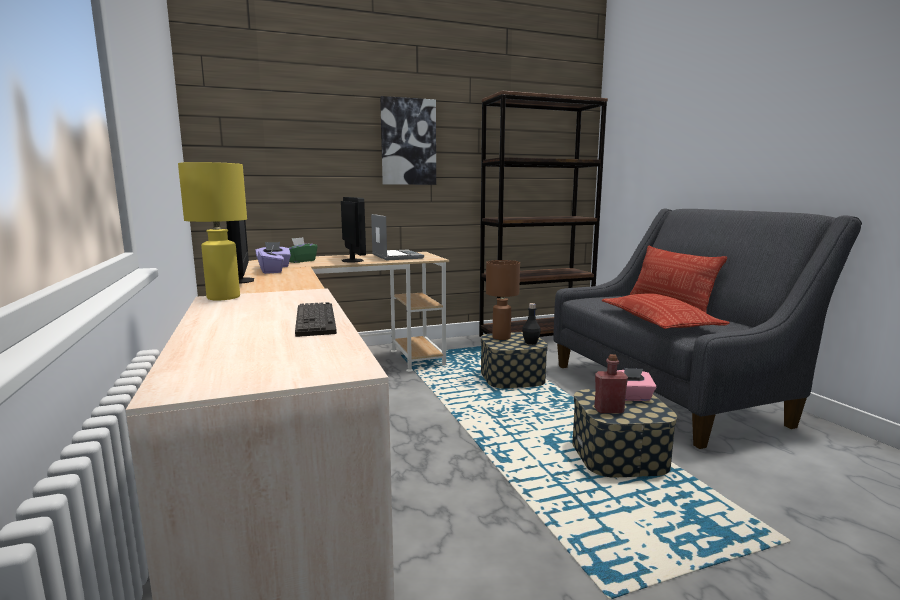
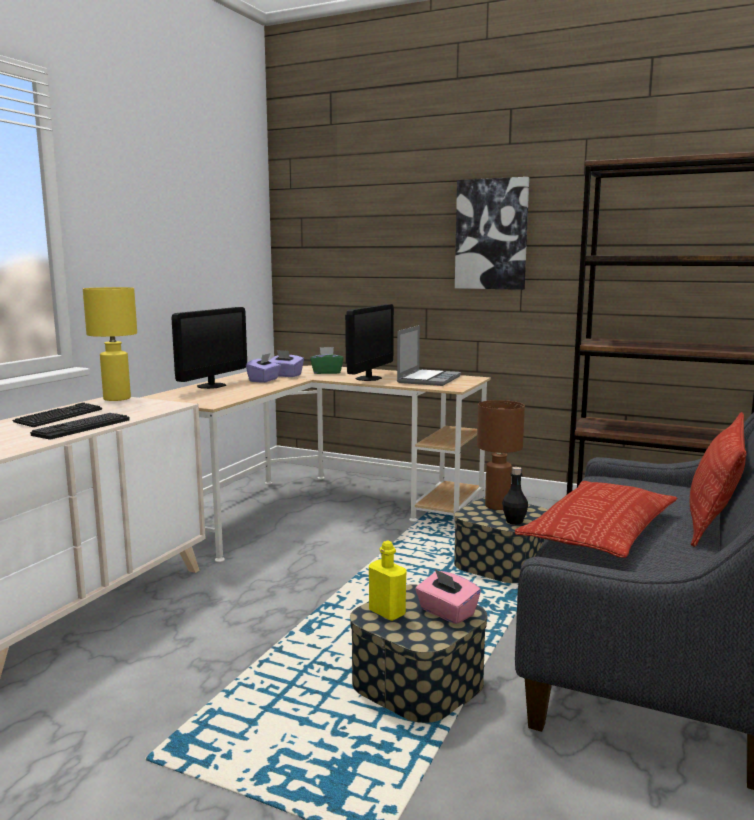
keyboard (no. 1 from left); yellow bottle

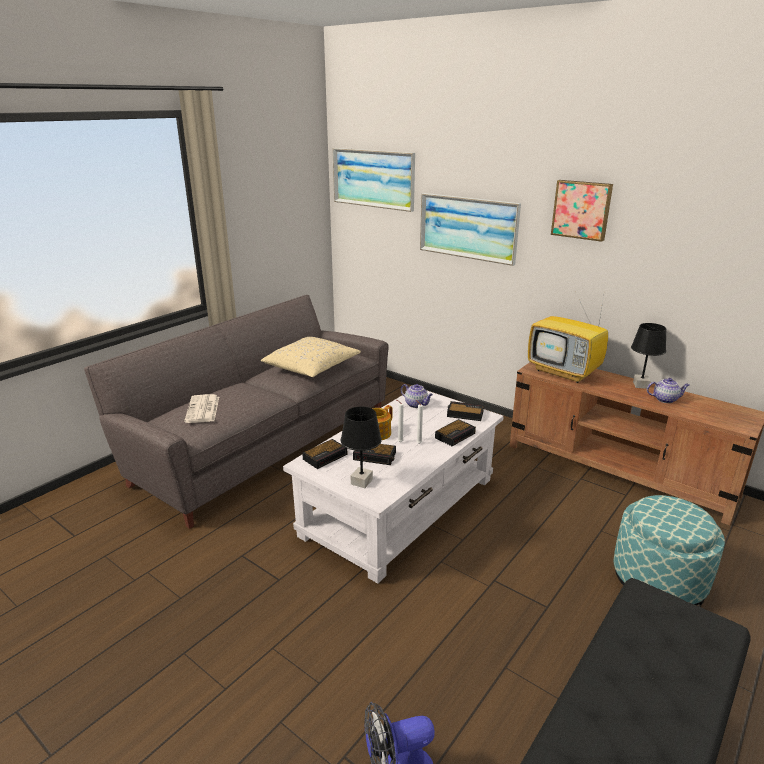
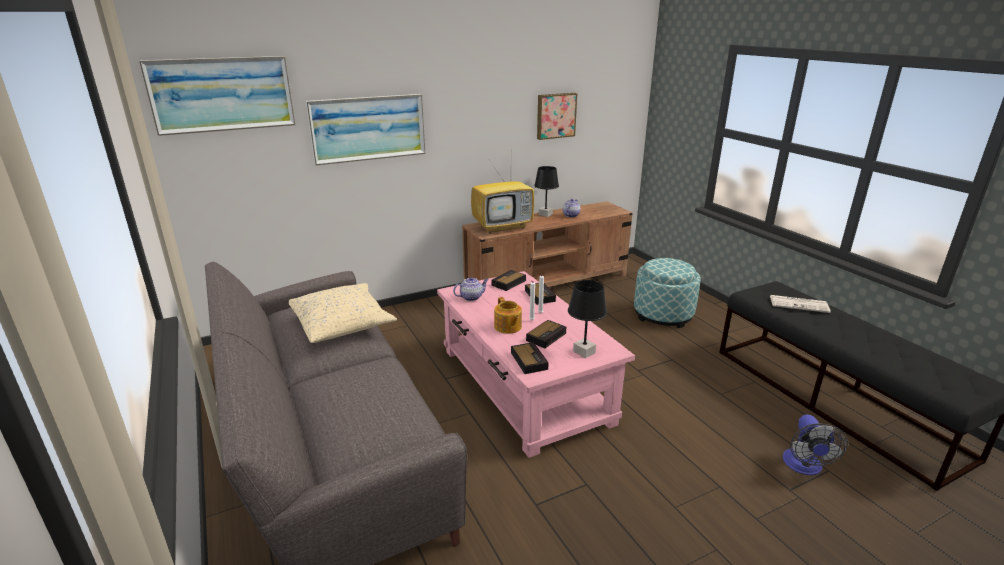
newspaper; picture (no. 3 from left); pink coffee table

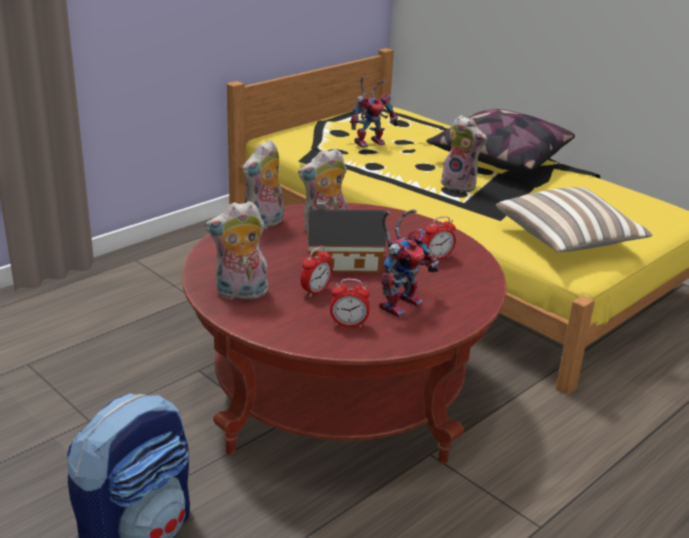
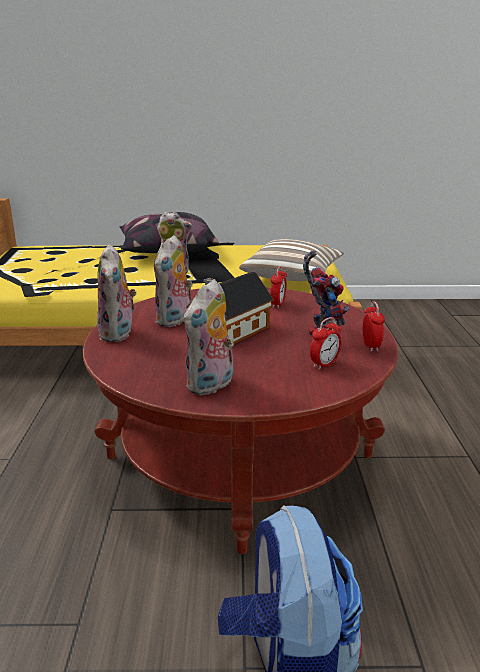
toy robot (no. 1 from left in the first image); alarm clock (no. 3 from left)

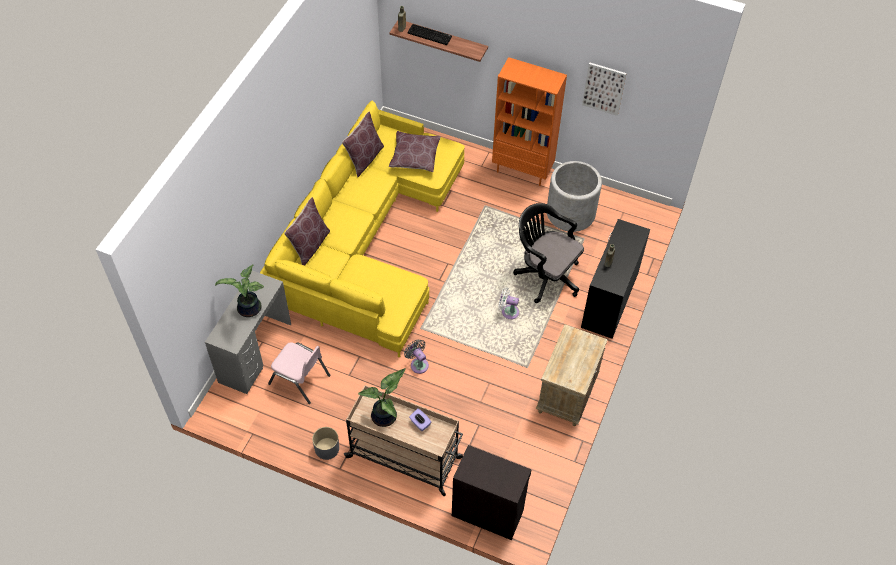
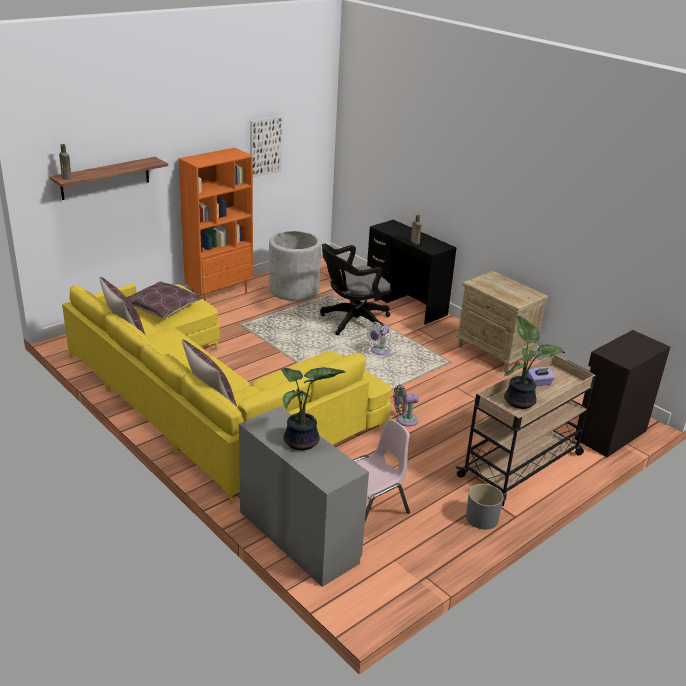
keyboard

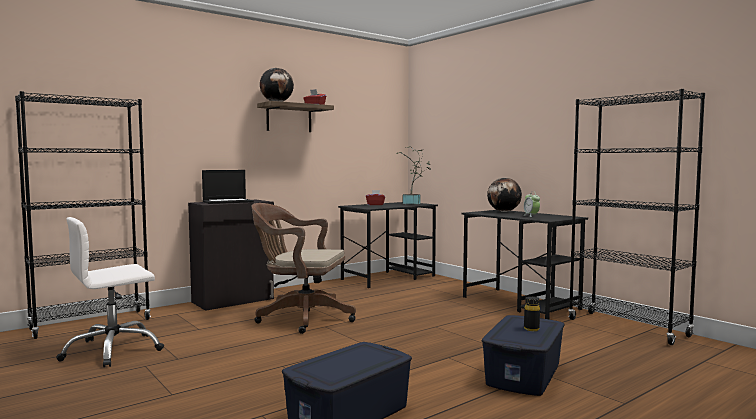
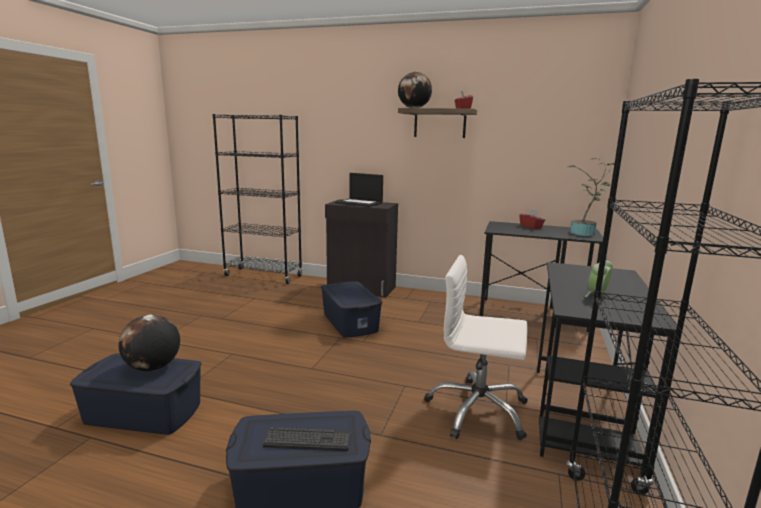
white office chair; globe (no. 1 from left); blue storage box (no. 3 from left); keyboard

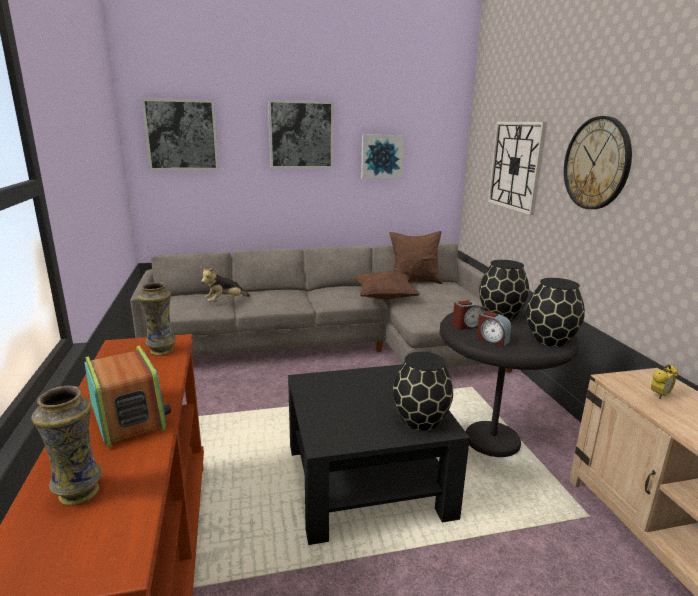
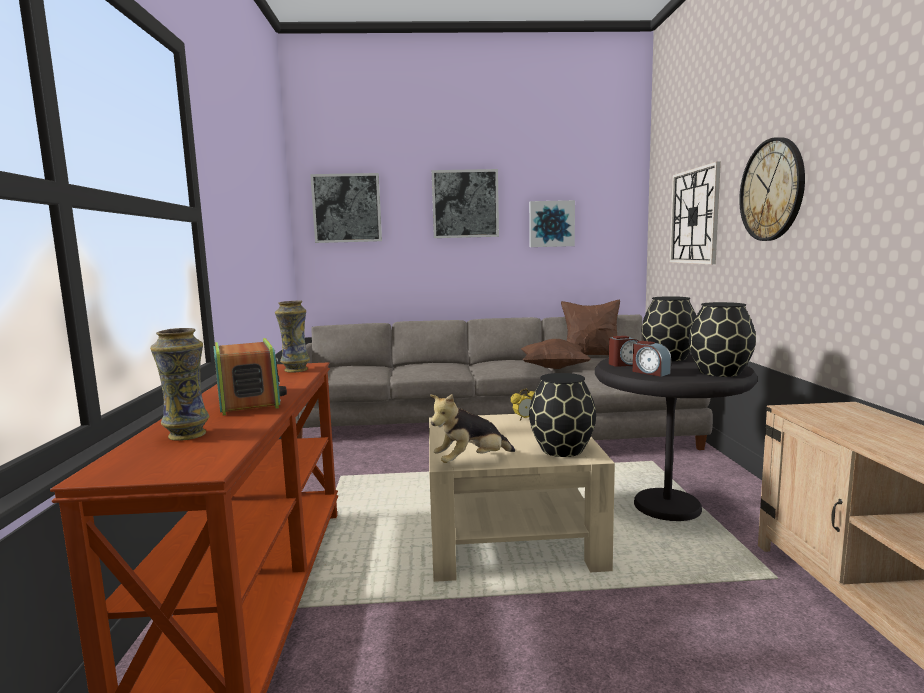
plush toy; alarm clock (no. 1 from left); beige coffee table

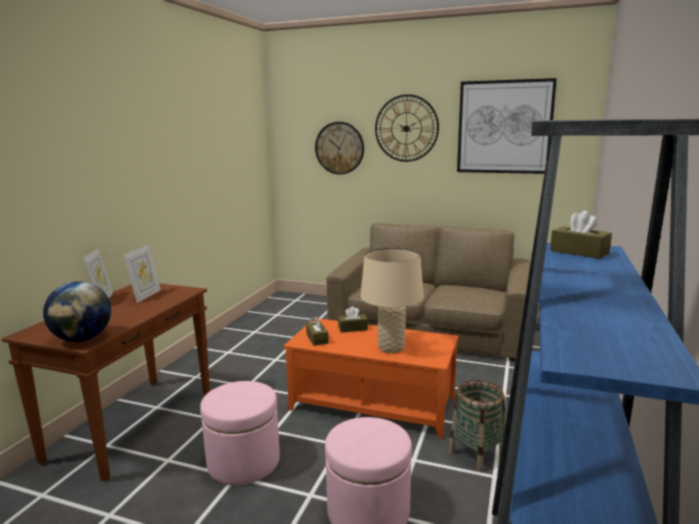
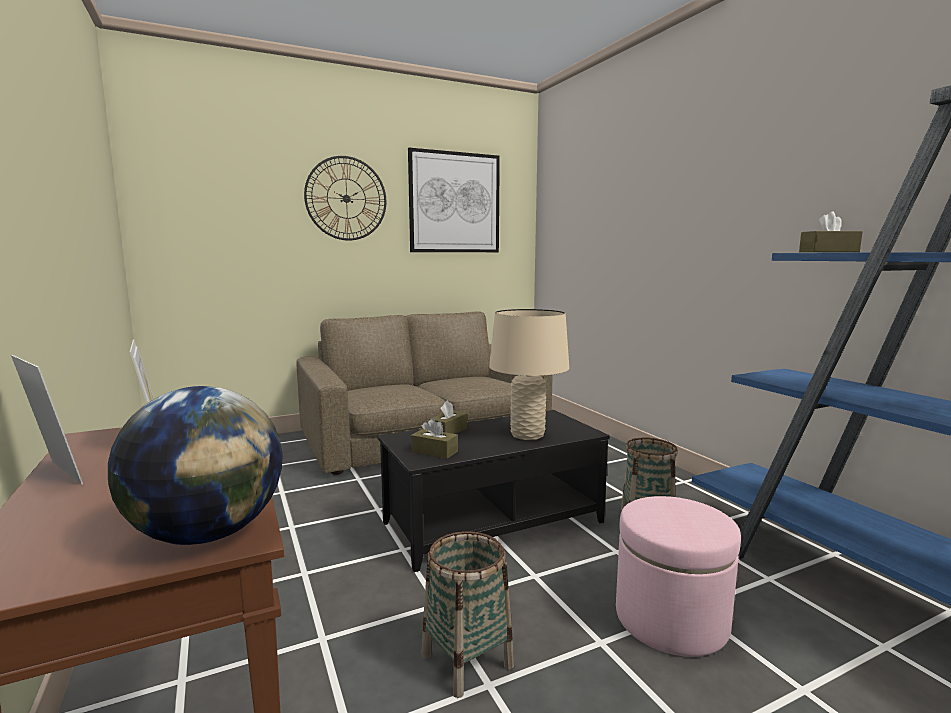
wall clock (no. 1 from left in the first image); basket (no. 1 from left); black coffee table

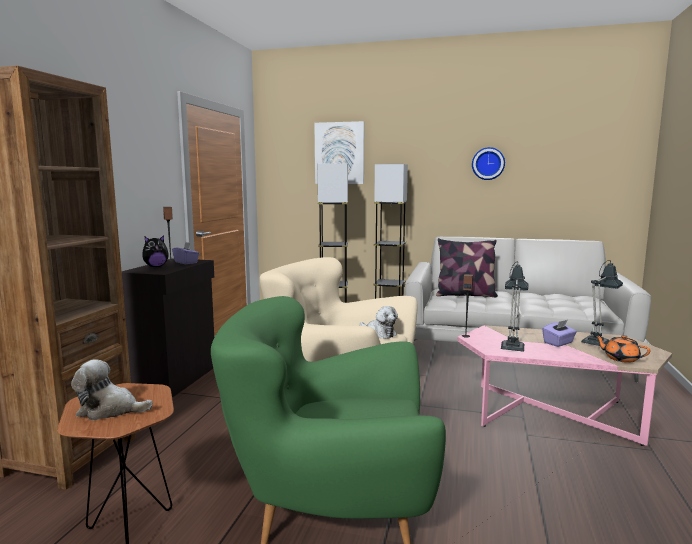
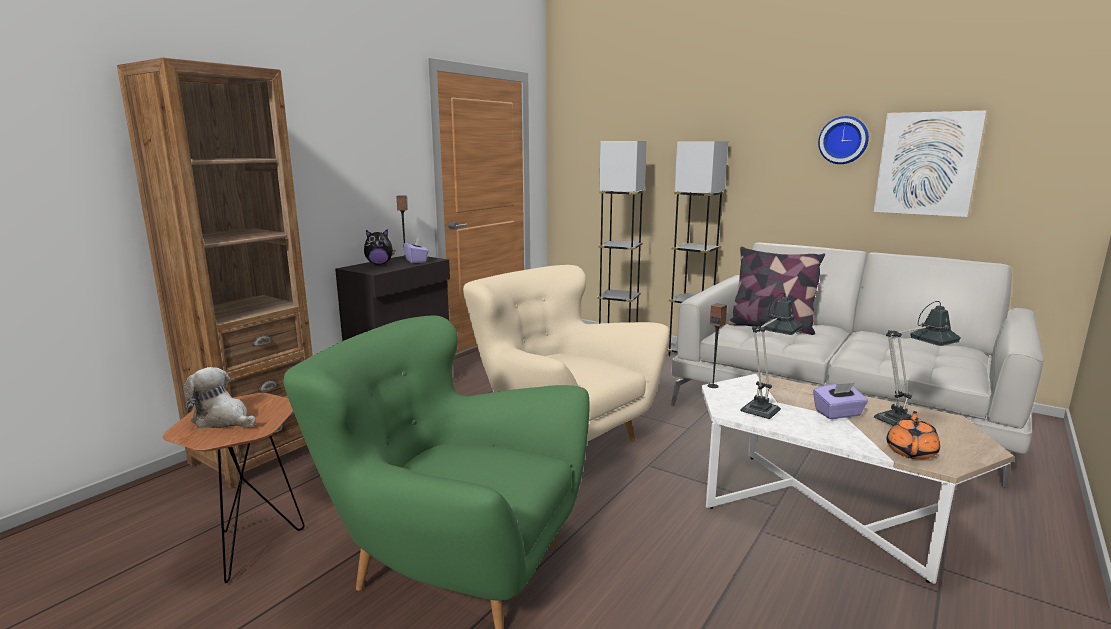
plush toy (no. 3 from left in the first image); picture; white coffee table; orange teapot

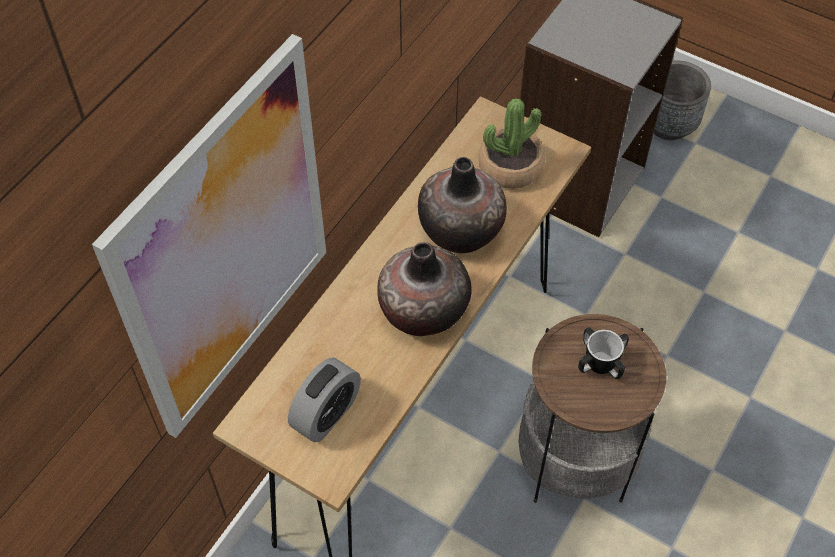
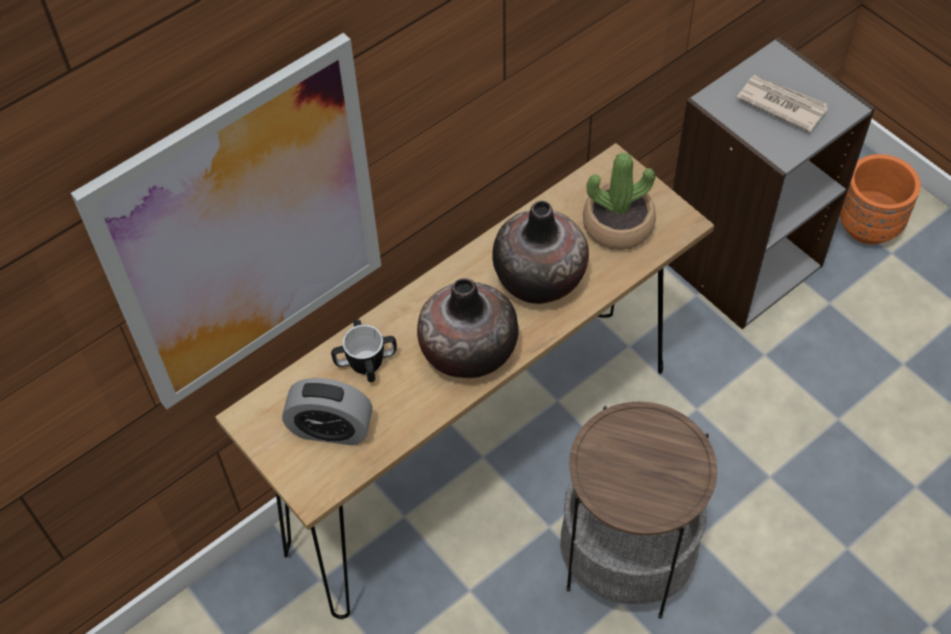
newspaper; mug; orange planter; alarm clock

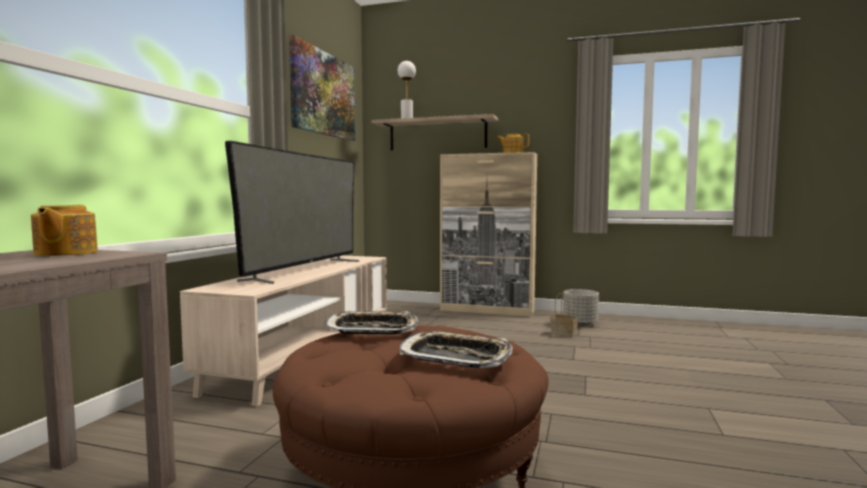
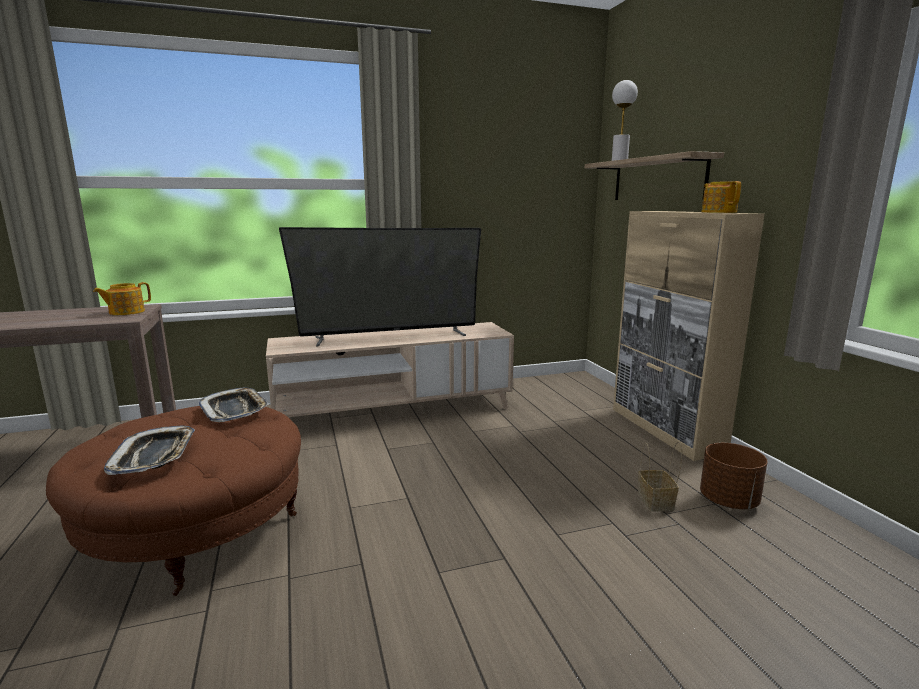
picture; brown planter

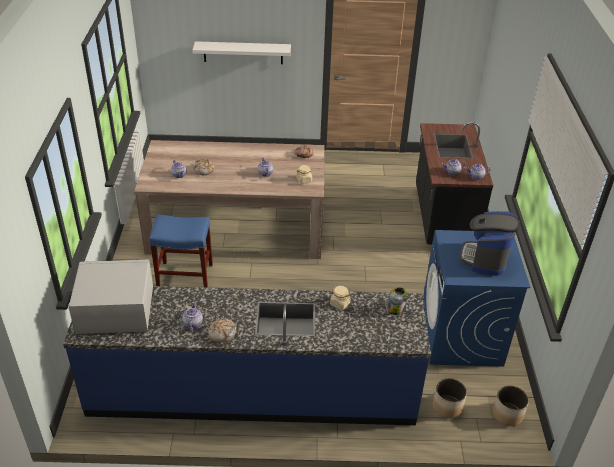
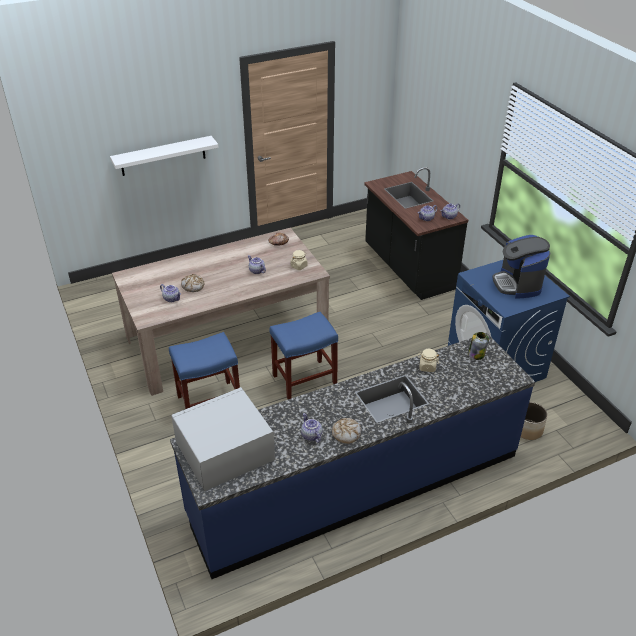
planter (no. 2 from left in the first image); blue stool (no. 2 from left)

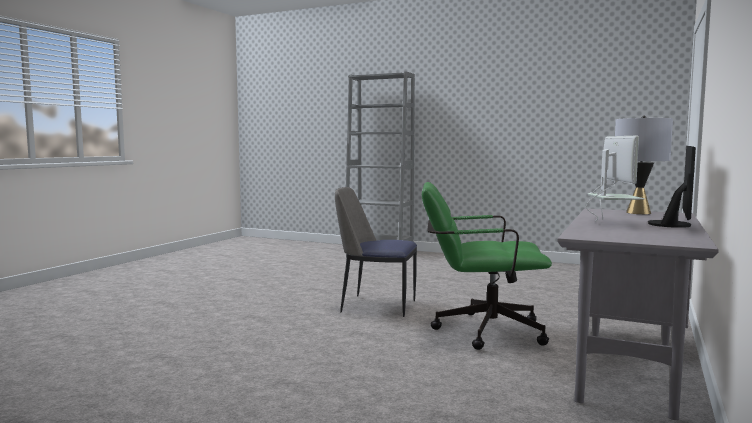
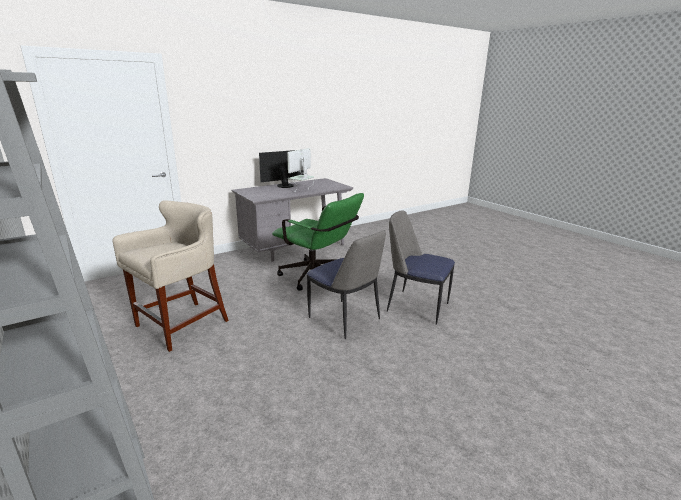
grey table lamp; beige stool; chair (no. 2 from left)

